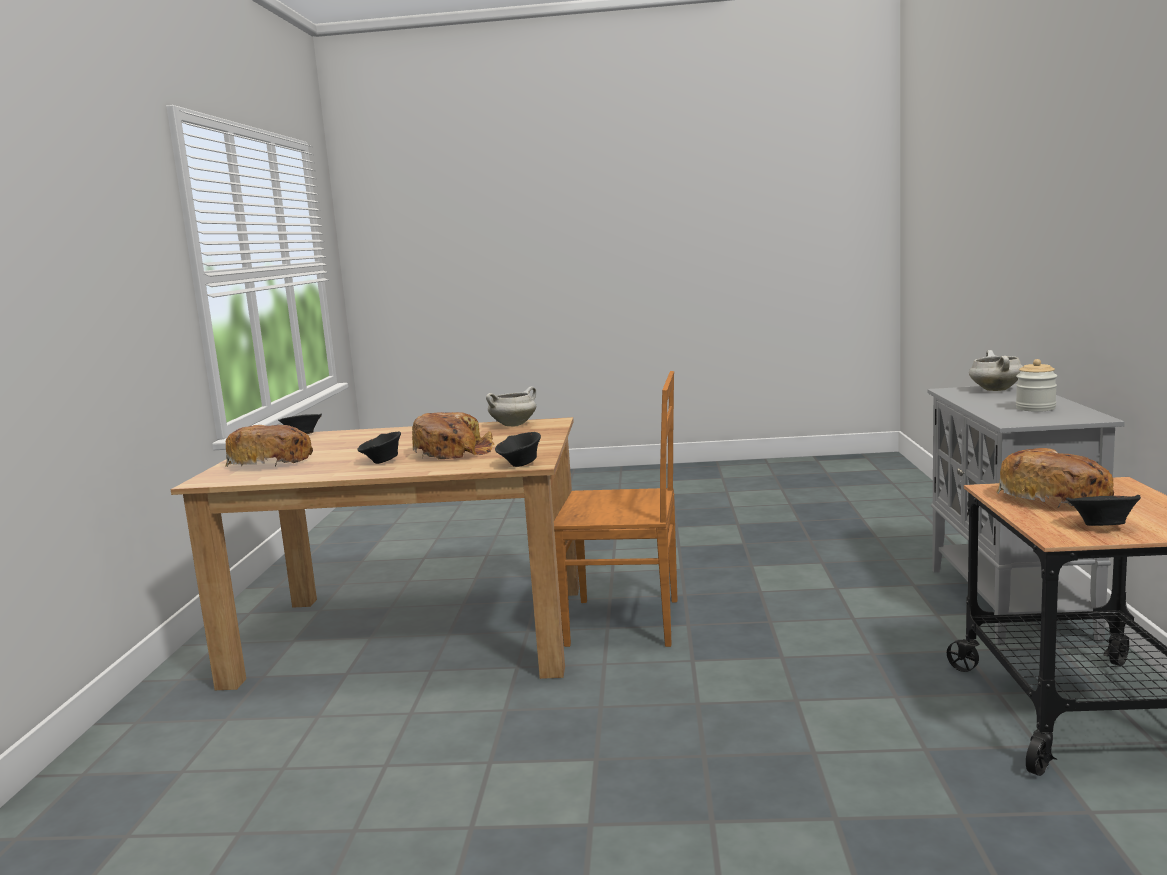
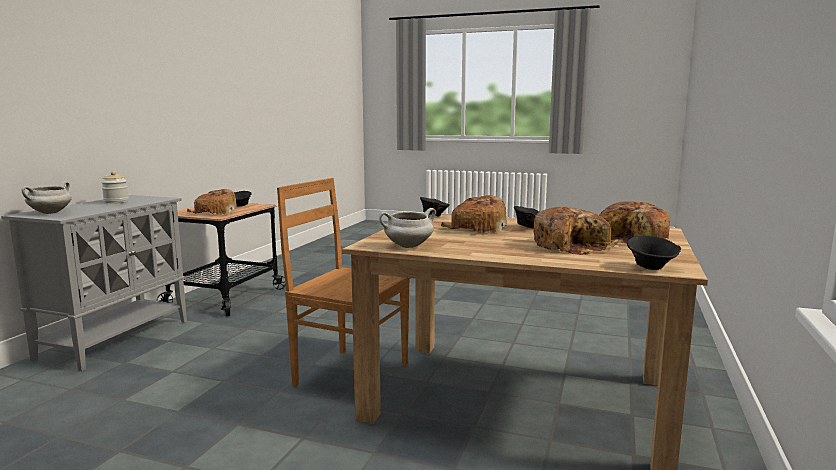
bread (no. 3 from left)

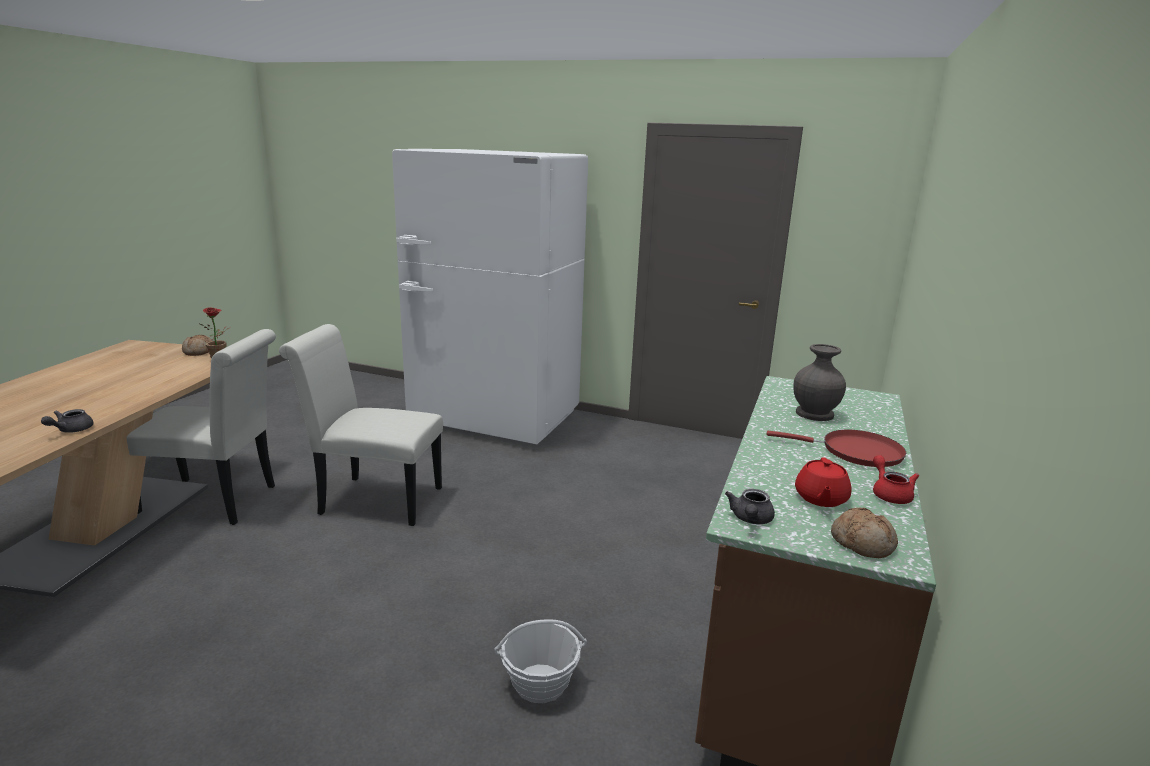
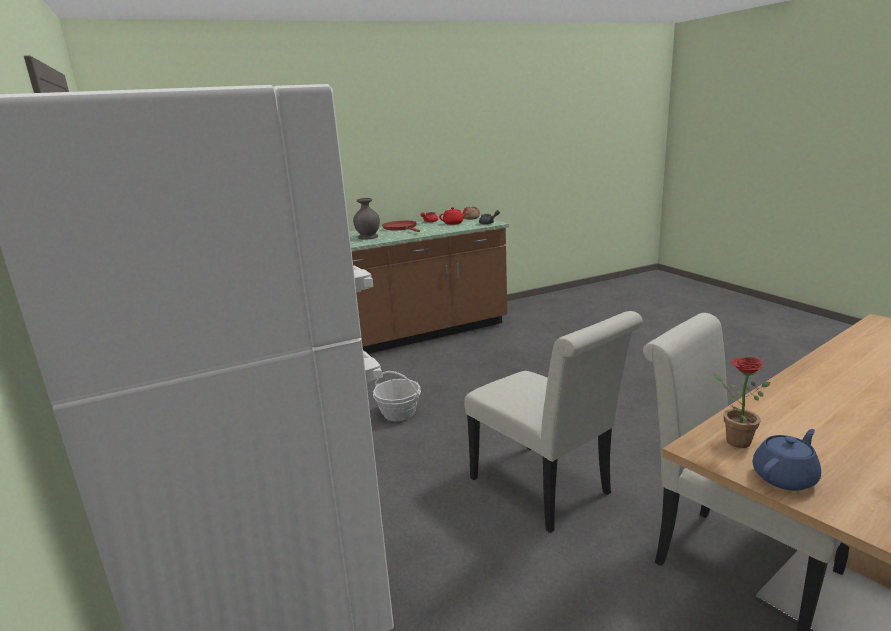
grey teapot (no. 1 from left in the first image); basket; blue teapot

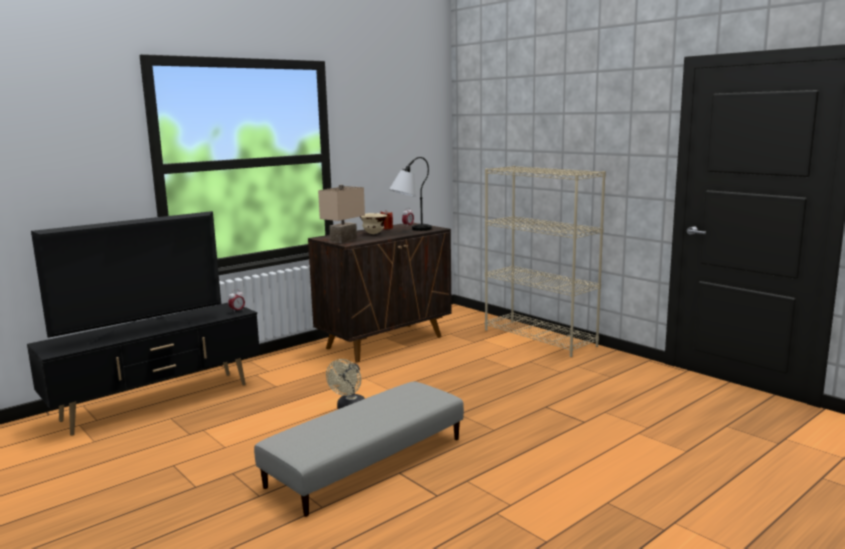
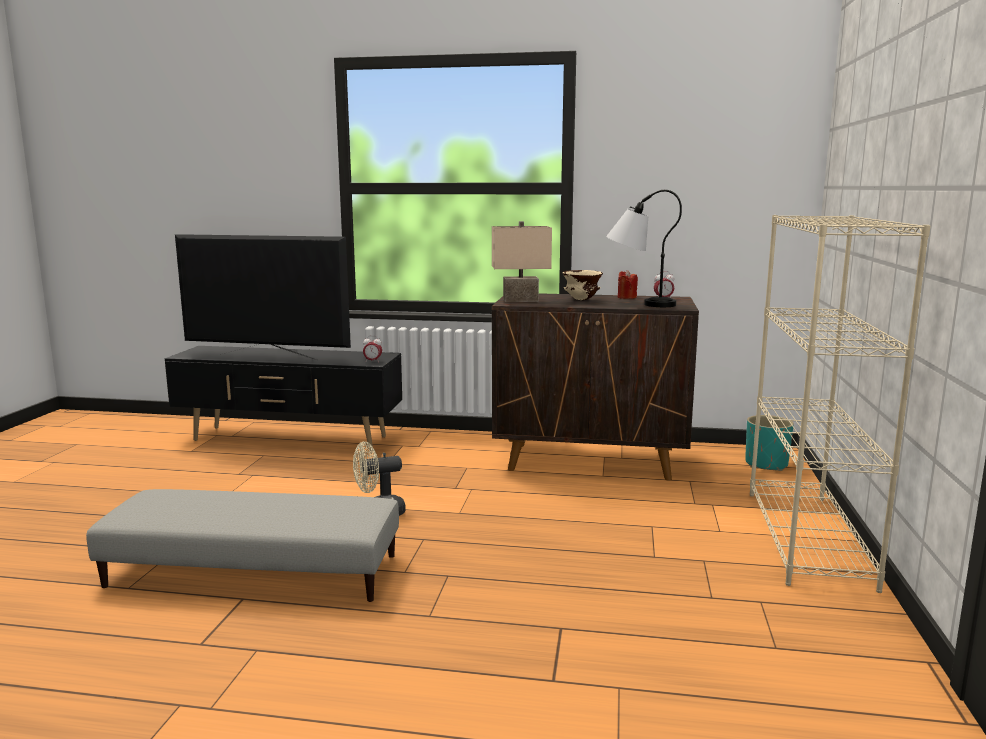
turquoise planter

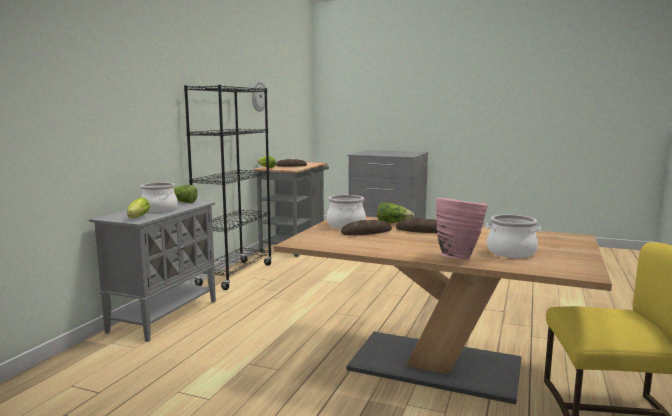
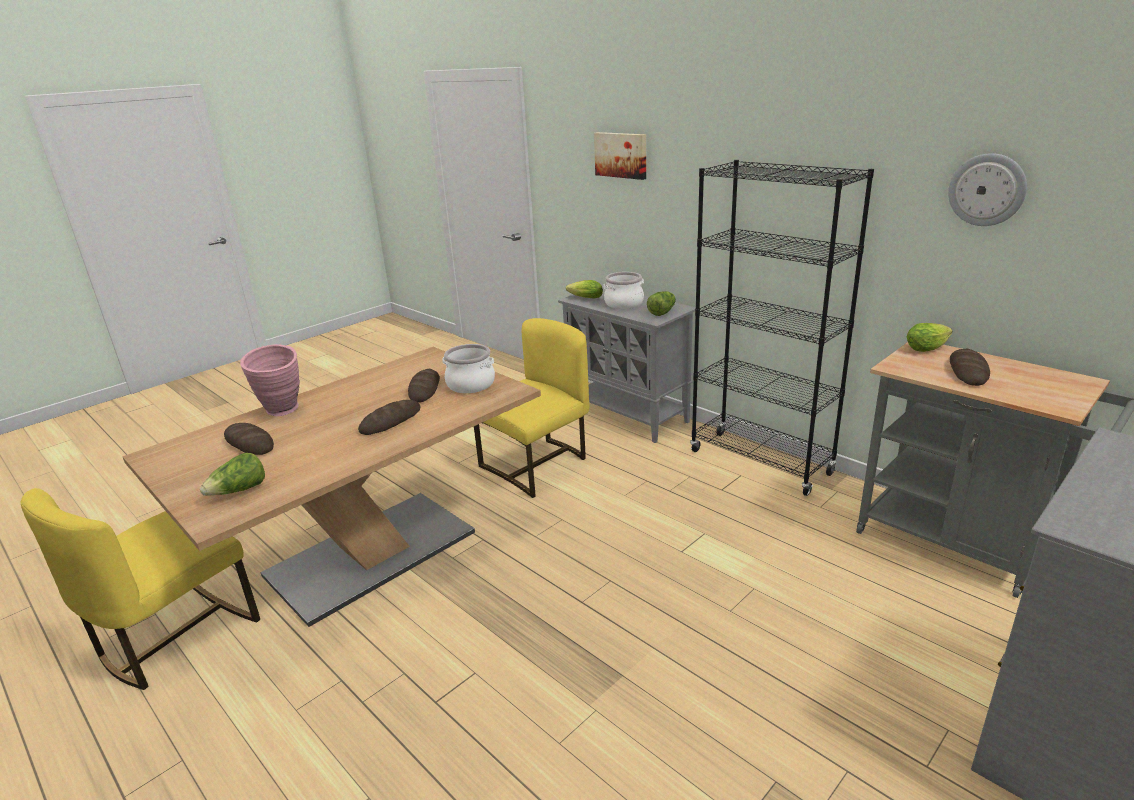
yellow chair (no. 2 from left); picture; lettuce (no. 1 from left); bread (no. 1 from left)

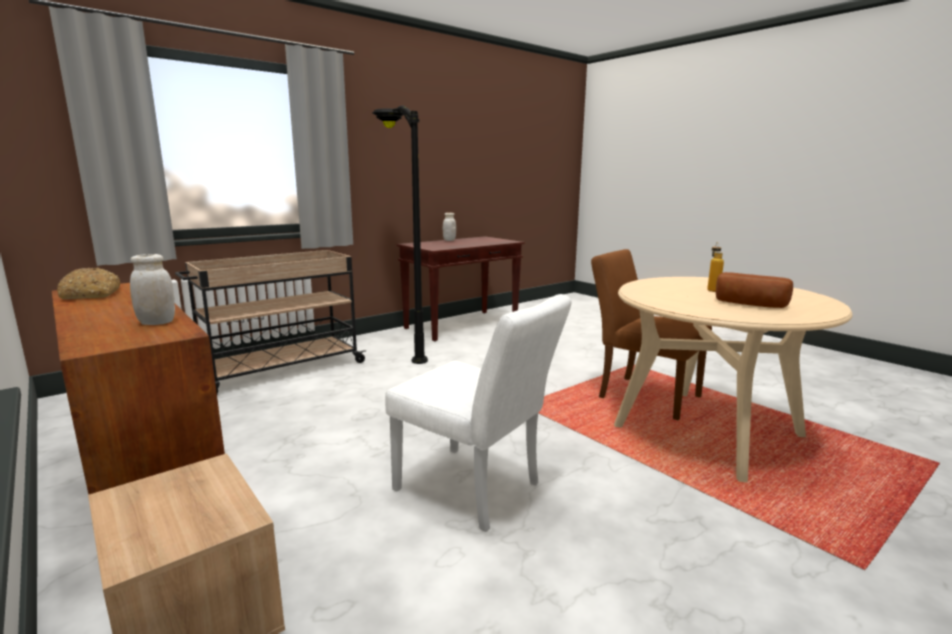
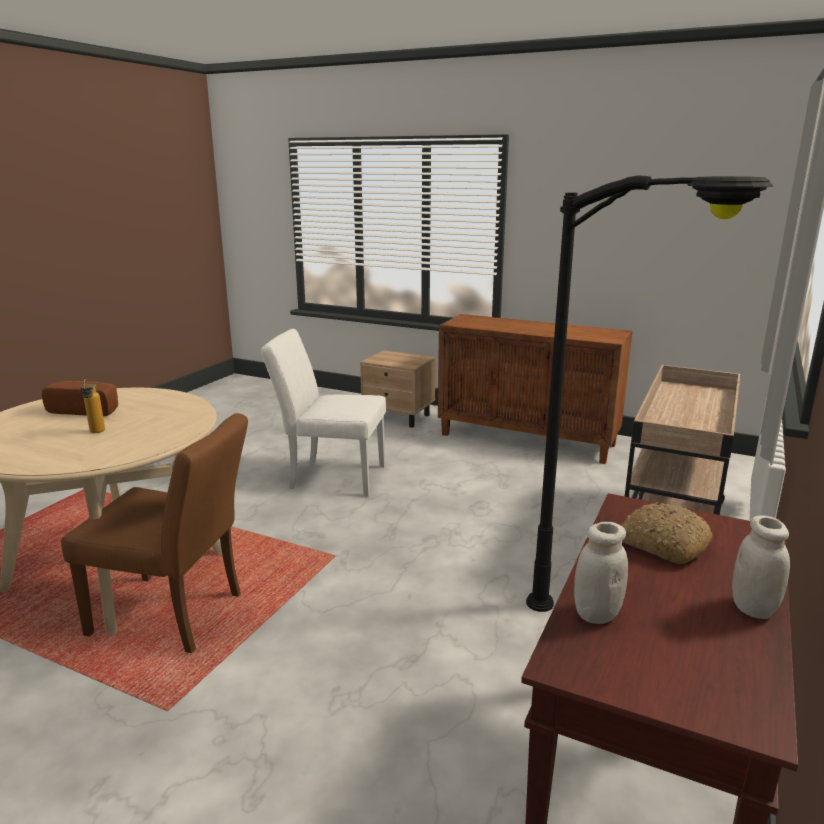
bread (no. 2 from left); white jar (no. 1 from left)

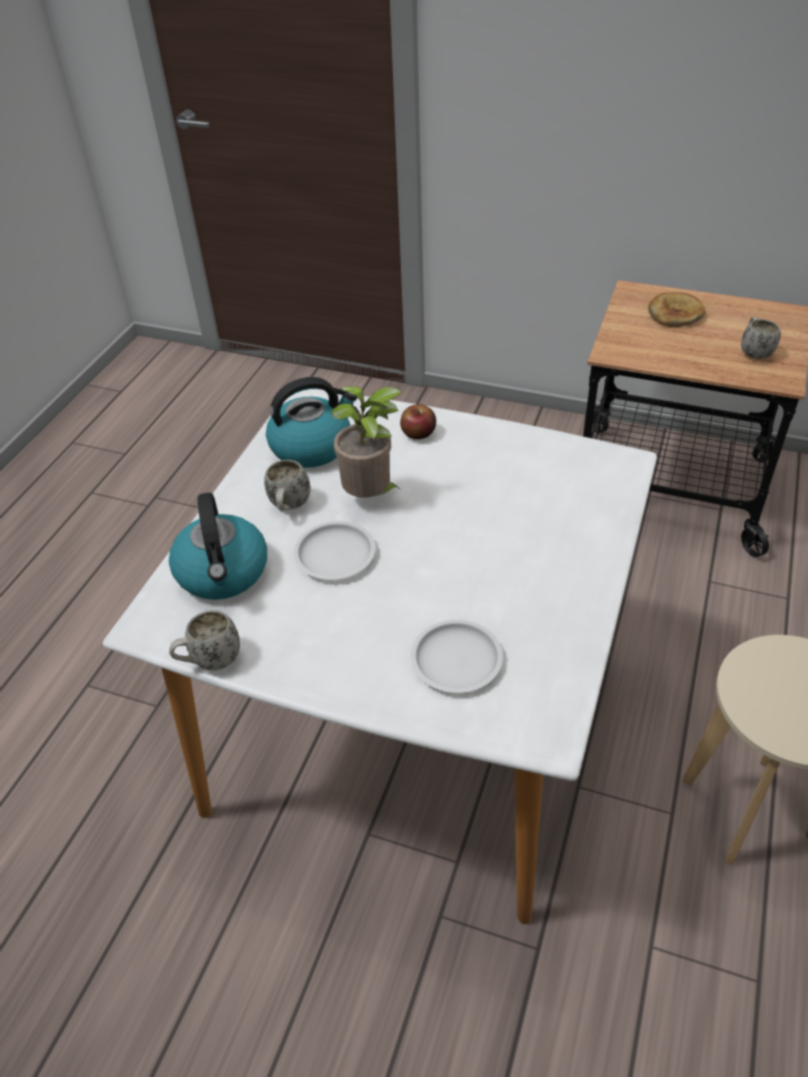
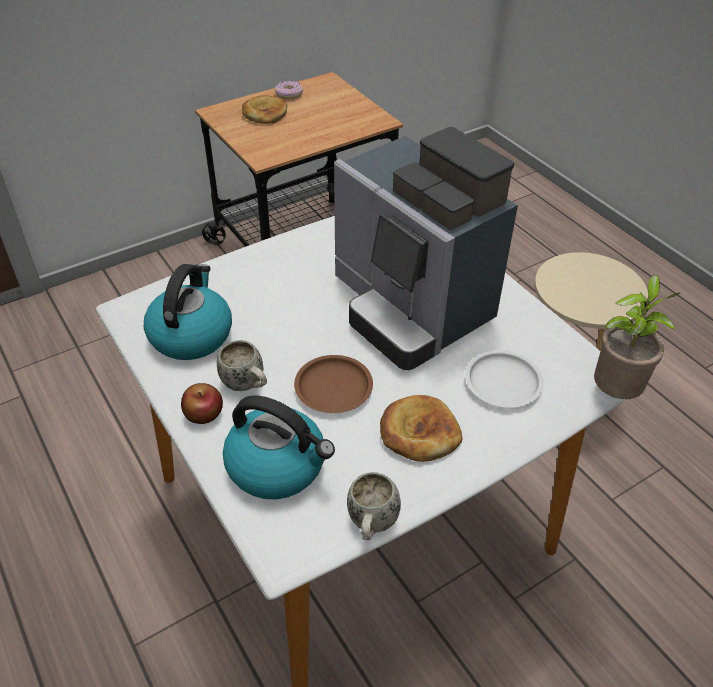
white mug (no. 3 from left in the first image); donut; coffee machine; bread (no. 2 from left); potted plant; apple; brown plate

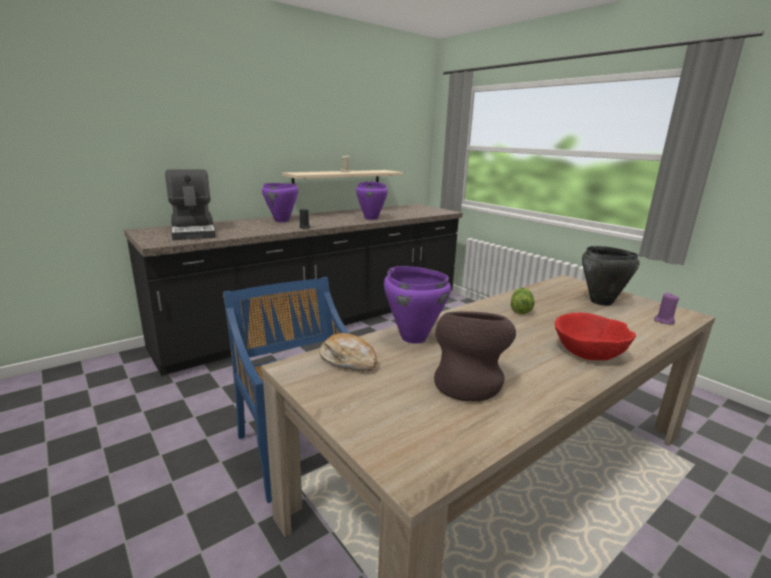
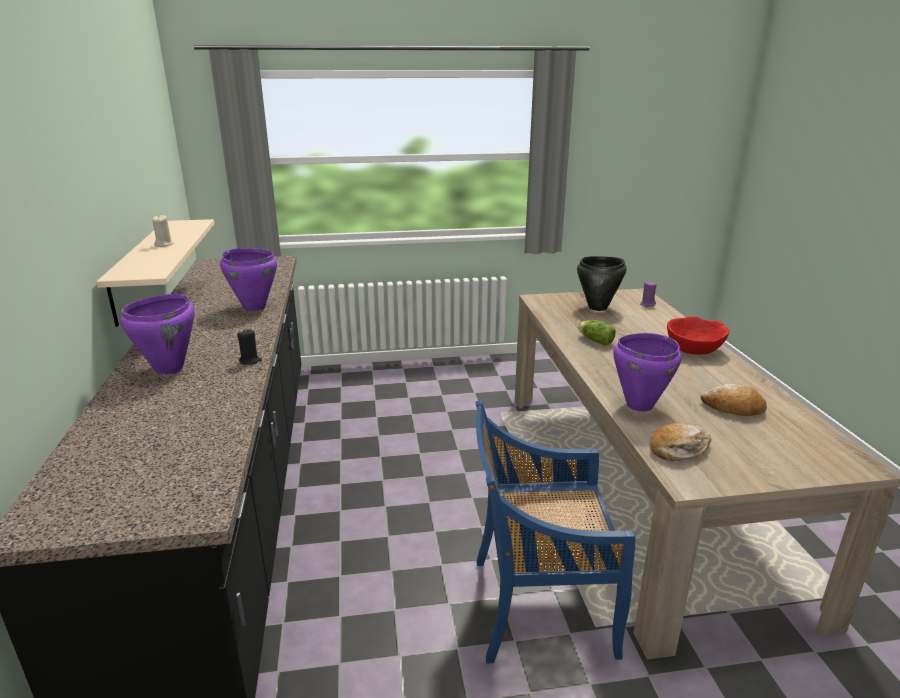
coffee machine; bread (no. 2 from left)

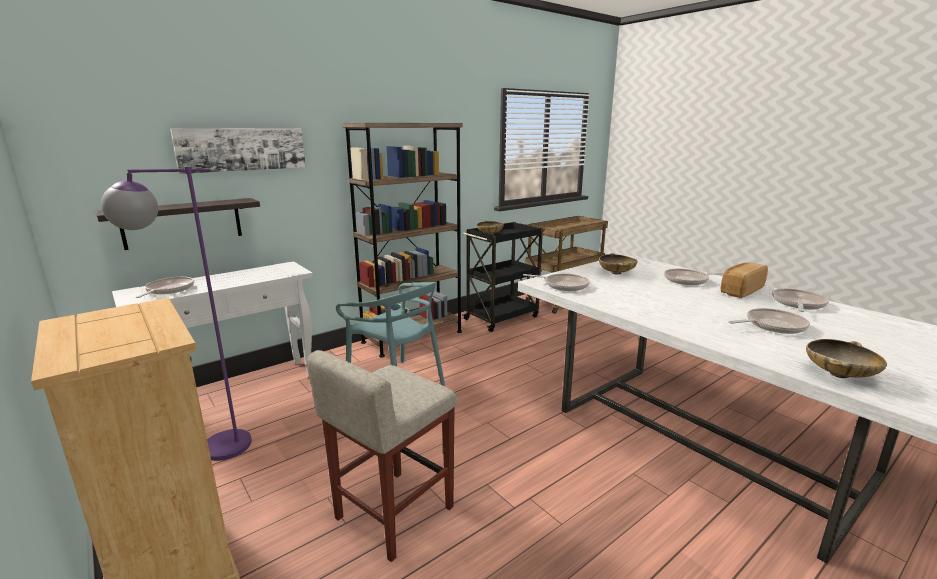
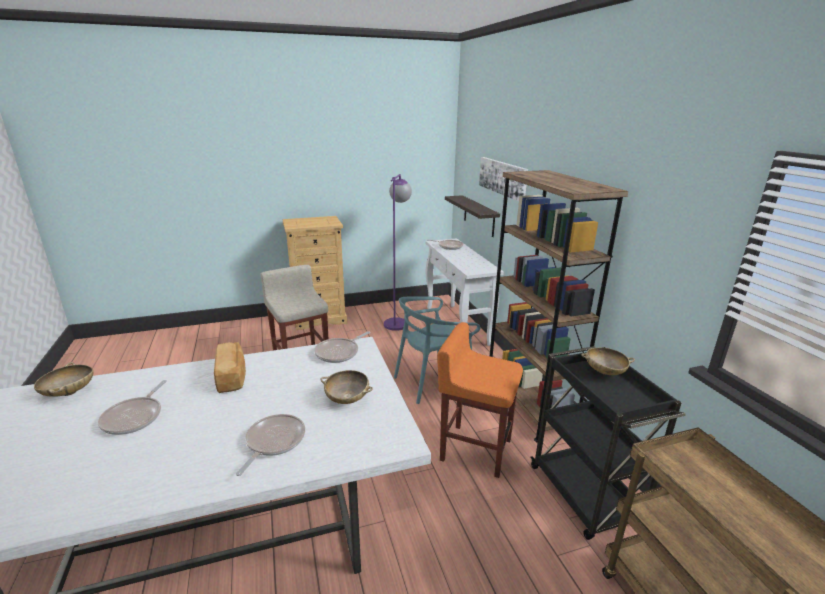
frying pan (no. 5 from left in the first image); orange stool; bread

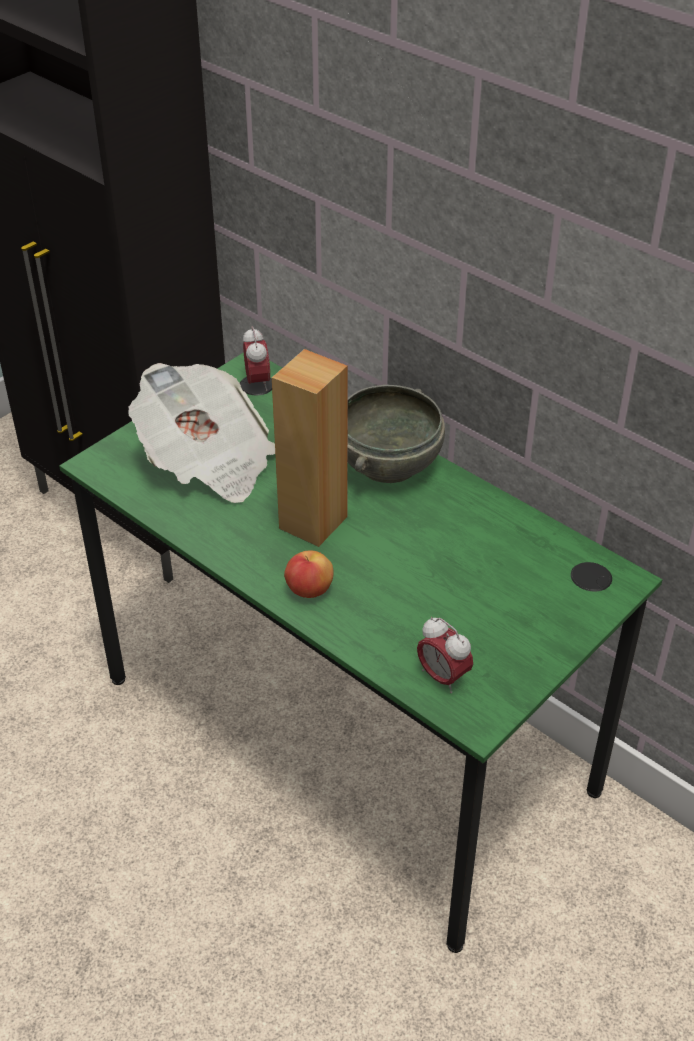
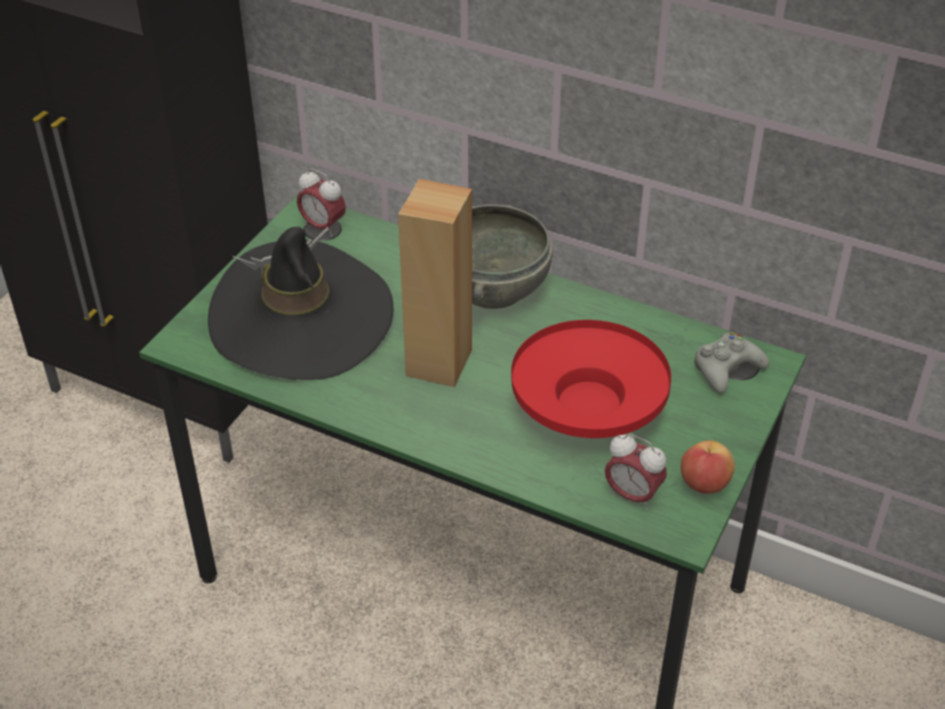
red bowl; grey game controller; apple; black hat; alarm clock (no. 1 from left)

